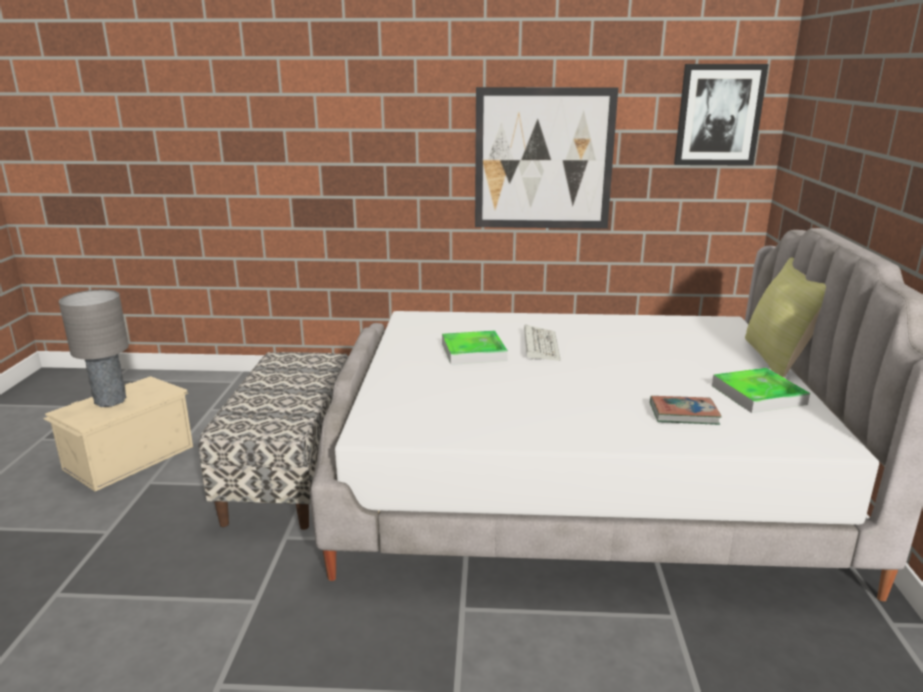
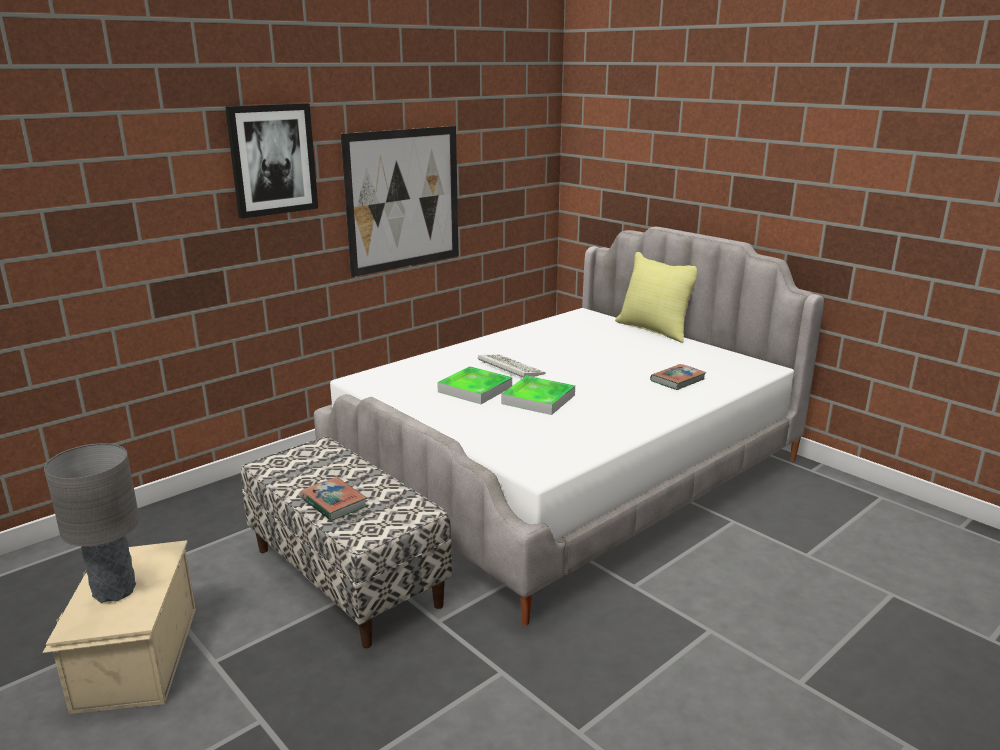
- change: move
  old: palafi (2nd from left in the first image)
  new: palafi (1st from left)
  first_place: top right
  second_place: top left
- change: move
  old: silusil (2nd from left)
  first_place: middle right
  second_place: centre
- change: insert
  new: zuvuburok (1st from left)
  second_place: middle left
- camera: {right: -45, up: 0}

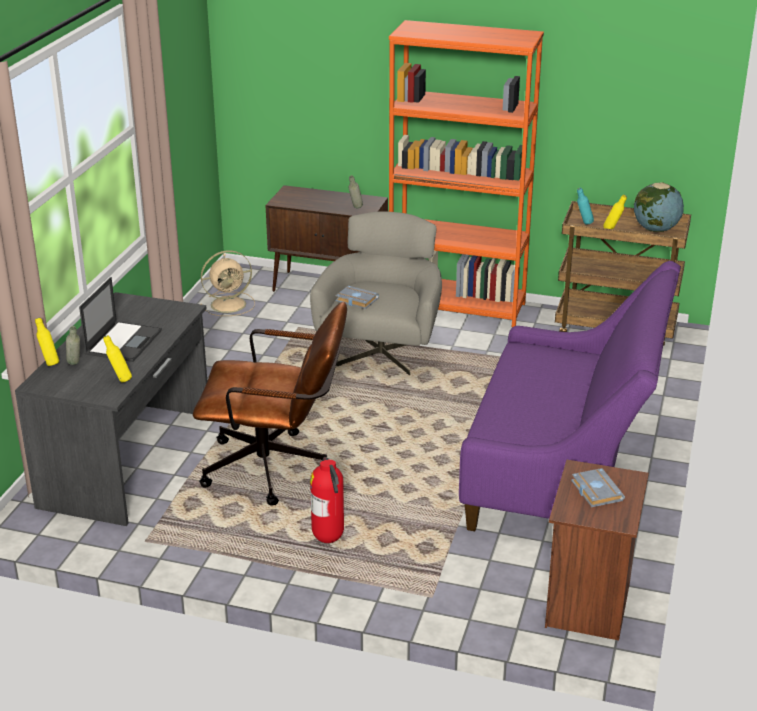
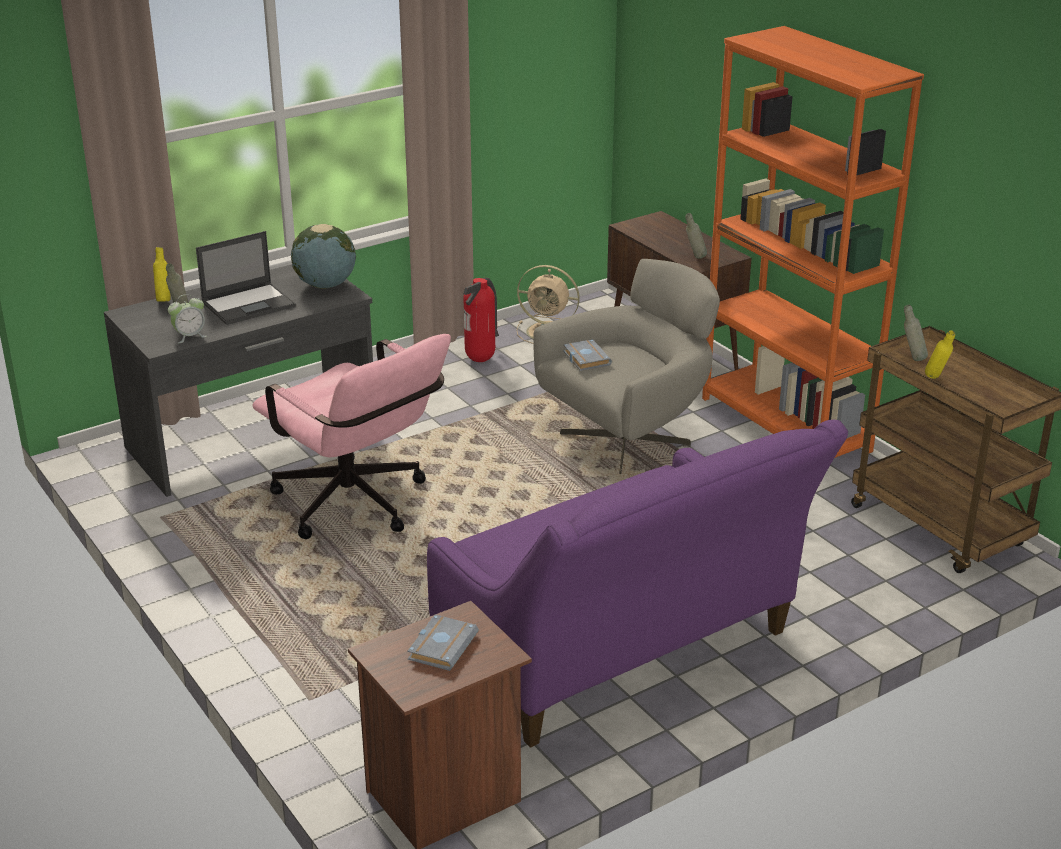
- change: move
  old: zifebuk
  first_place: top right
  second_place: top left
- change: recolor
  old: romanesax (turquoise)
  new: romanesax (grey) (3rd from left)
  first_place: top right
  second_place: middle right
- change: recolor
  old: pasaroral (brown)
  new: pasaroral (pink)
  first_place: centre
  second_place: middle left
- change: replace
  old: romanesax (yellow) (2nd from left)
  new: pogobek
  first_place: middle left
  second_place: middle left
- change: move
  old: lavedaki
  first_place: bottom centre
  second_place: centre
- camera: {right: 40, up: 0}

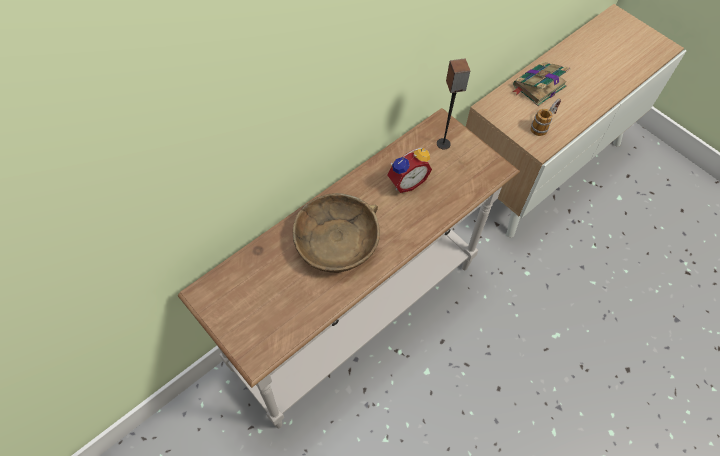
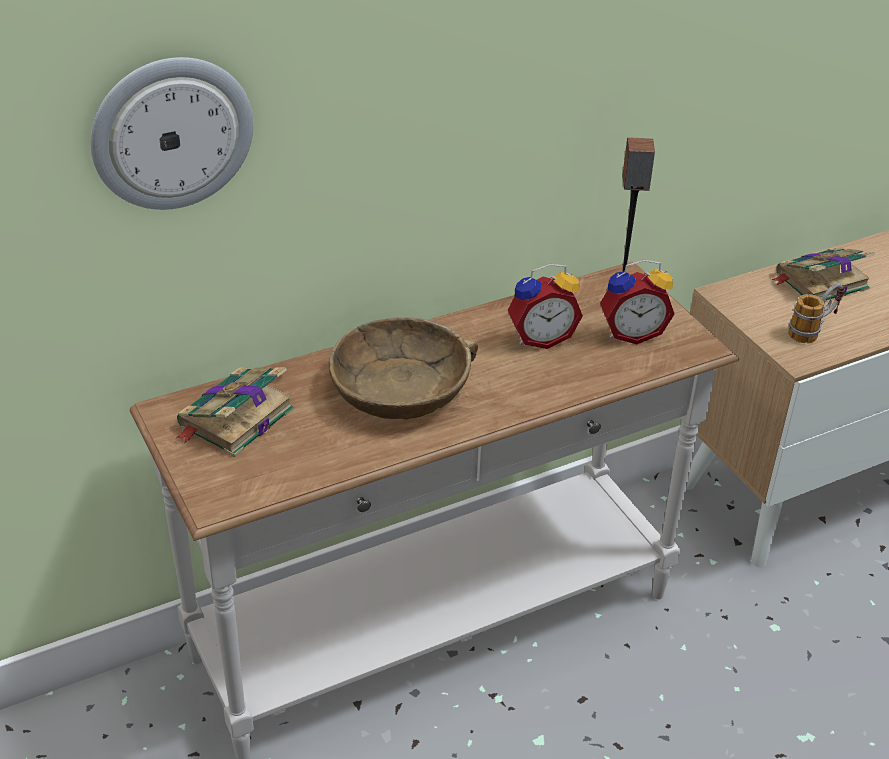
- change: insert
  new: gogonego
  second_place: top left
- change: insert
  new: pogobek (2nd from left)
  second_place: middle right
- change: insert
  new: zuvuburok (1st from left)
  second_place: middle left
- camera: {right: 15, up: -20}

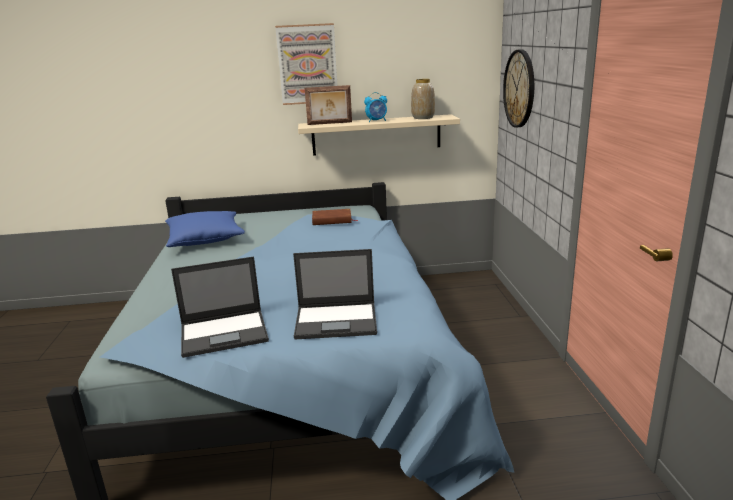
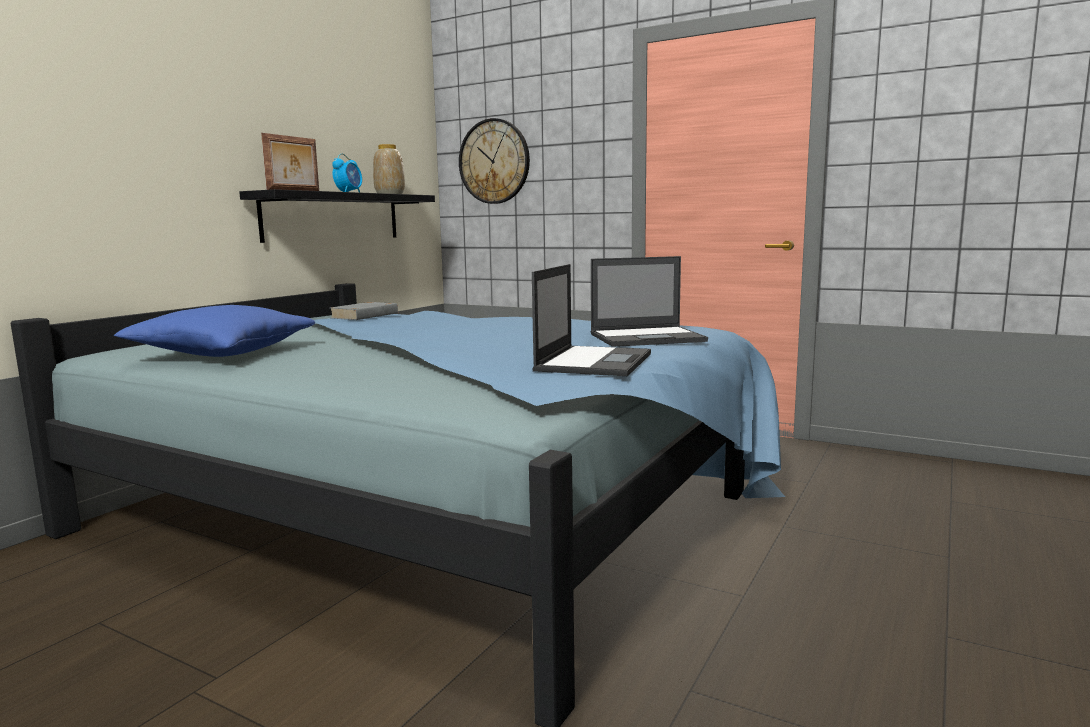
- change: delete
  old: palafi
  first_place: top centre
- change: recolor
  old: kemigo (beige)
  new: kemigo (black)
  first_place: top centre
  second_place: top left
- change: recolor
  old: zuvuburok (brown)
  new: zuvuburok (grey)
  first_place: centre
  second_place: centre
- change: rotate
  old: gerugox (2nd from left)
  first_place: centre
  second_place: centre
  degrees: 45
- camera: {right: -55, up: -10}

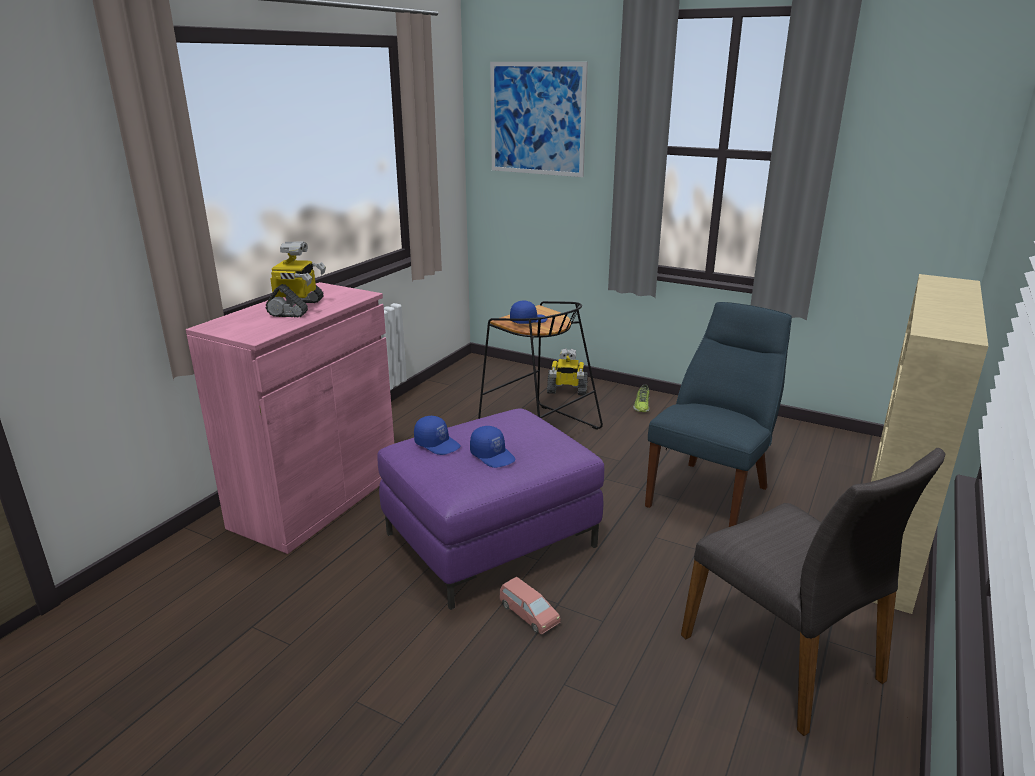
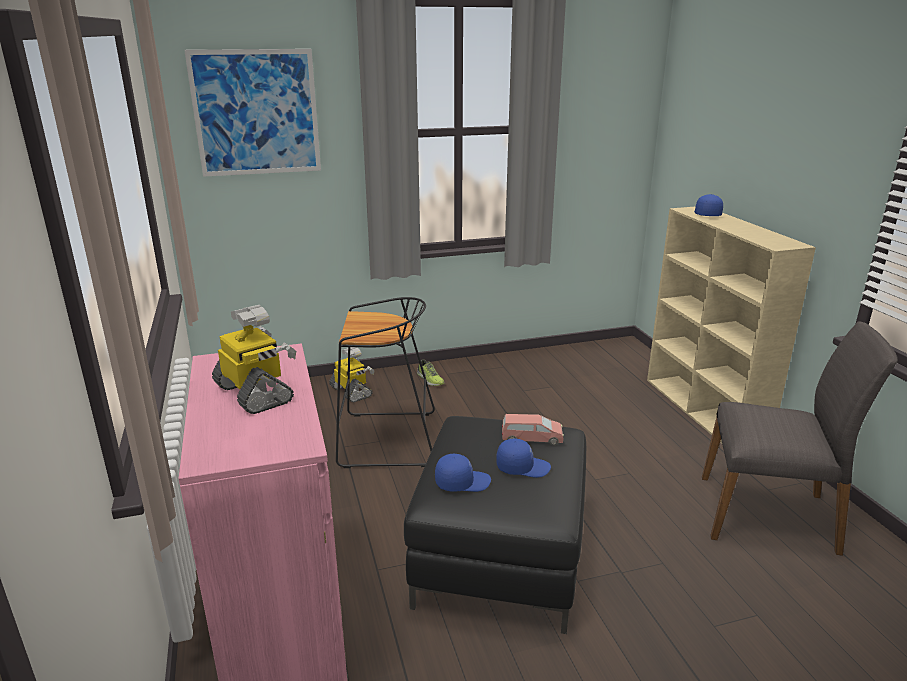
- change: move
  old: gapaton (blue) (3rd from left)
  first_place: centre
  second_place: top right
- change: delete
  old: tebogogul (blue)
  first_place: middle right
- change: rotate
  old: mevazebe (2nd from left)
  first_place: centre
  second_place: centre
  degrees: -90
- change: recolor
  old: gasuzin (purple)
  new: gasuzin (black)
  first_place: centre
  second_place: bottom centre
- change: move
  old: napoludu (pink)
  first_place: bottom centre
  second_place: centre
- camera: {right: -45, up: 0}

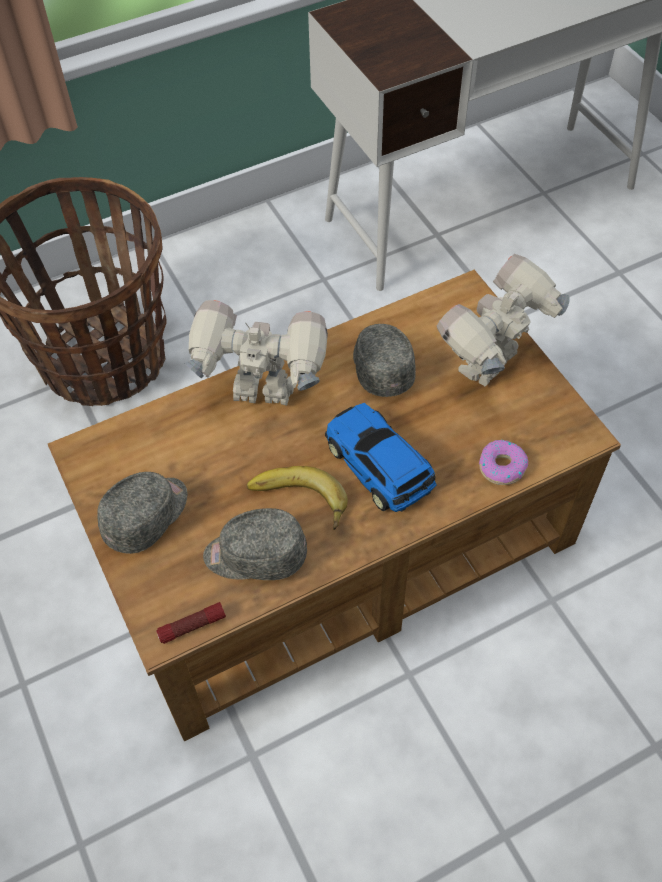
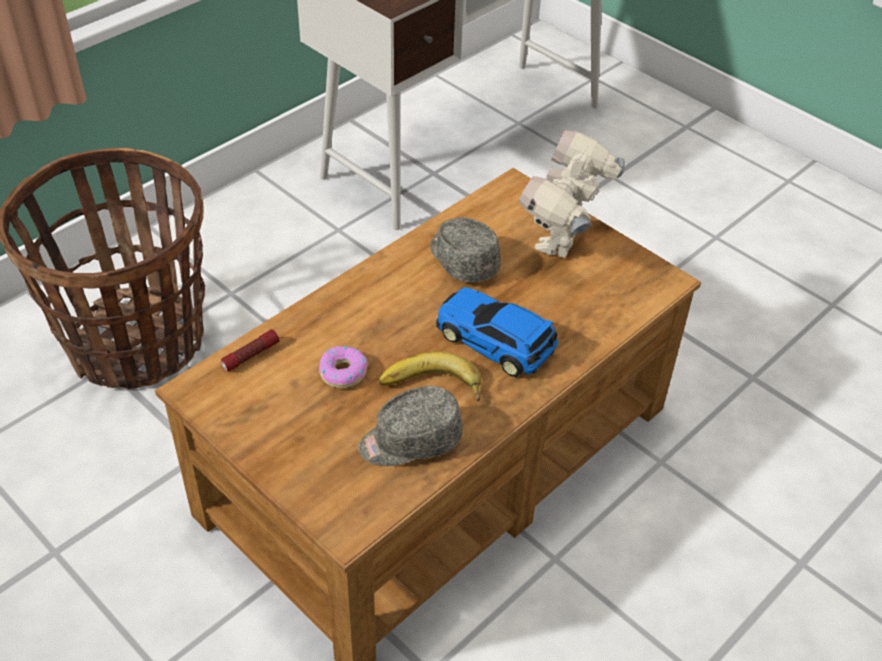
- change: delete
  old: mevazebe (1st from left)
  first_place: centre
- change: move
  old: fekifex
  first_place: middle right
  second_place: centre
- change: delete
  old: gapaton (grey) (1st from left)
  first_place: middle left
- change: move
  old: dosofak
  first_place: bottom left
  second_place: middle left
- camera: {right: -20, up: -10}

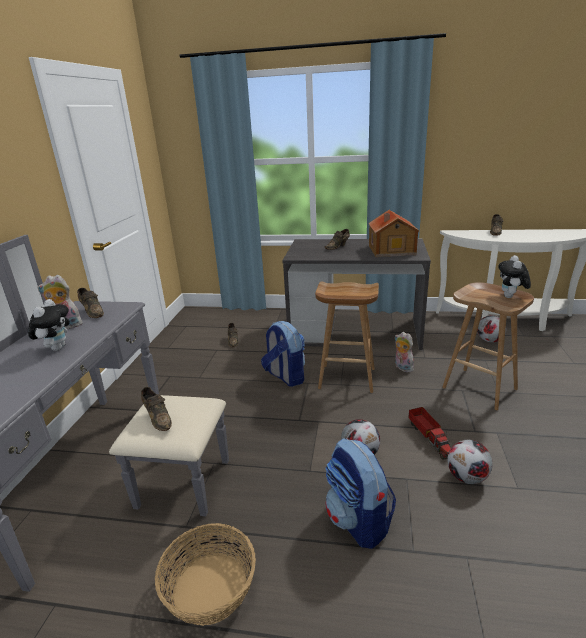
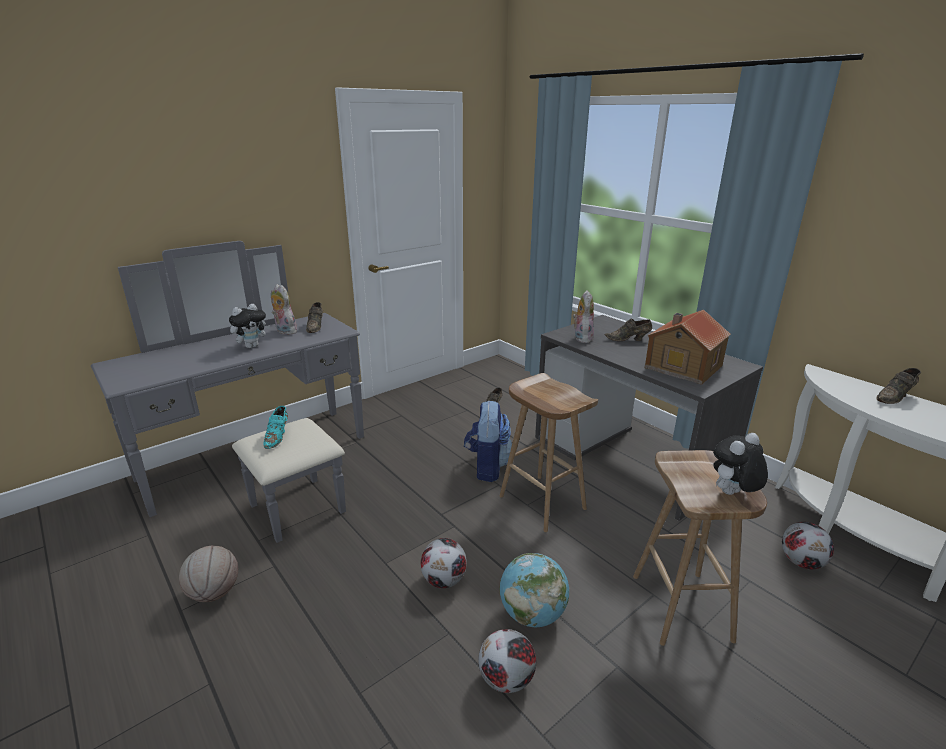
- change: move
  old: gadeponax (3rd from left)
  first_place: middle right
  second_place: centre
- change: recolor
  old: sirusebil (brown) (2nd from left)
  new: sirusebil (turquoise)
  first_place: middle left
  second_place: middle left
- change: replace
  old: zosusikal
  new: zifebuk
  first_place: bottom right
  second_place: bottom centre
- change: delete
  old: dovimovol (2nd from left)
  first_place: bottom centre
- change: replace
  old: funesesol
  new: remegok
  first_place: bottom centre
  second_place: bottom left
- camera: {right: 40, up: 0}

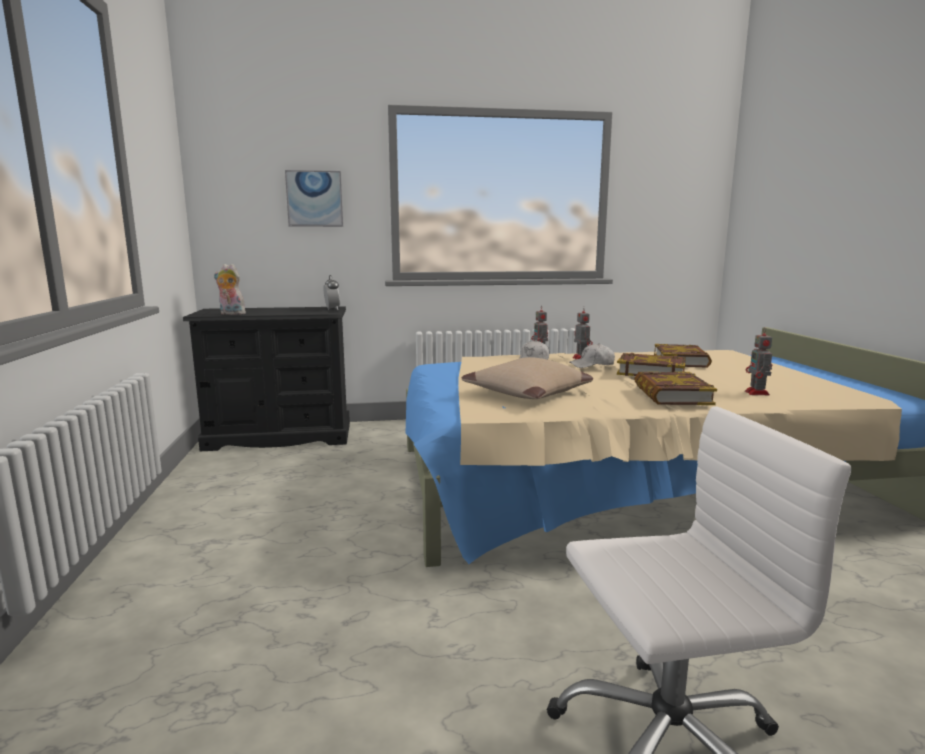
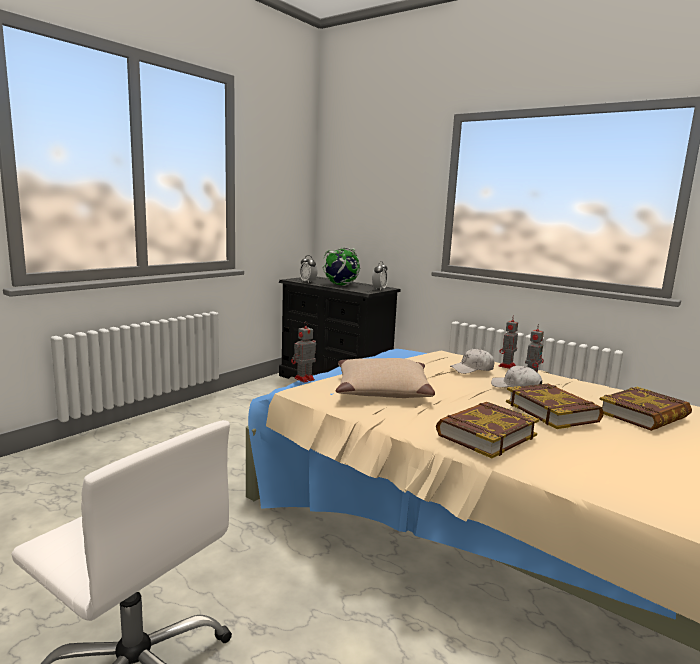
- change: delete
  old: palafi
  first_place: top centre
- change: replace
  old: gadeponax
  new: pogobek (1st from left)
  first_place: middle left
  second_place: centre
- change: move
  old: mevazebe (3rd from left in the first image)
  new: mevazebe (1st from left)
  first_place: middle right
  second_place: centre
- change: insert
  new: zifebuk
  second_place: centre
- camera: {right: 45, up: 0}

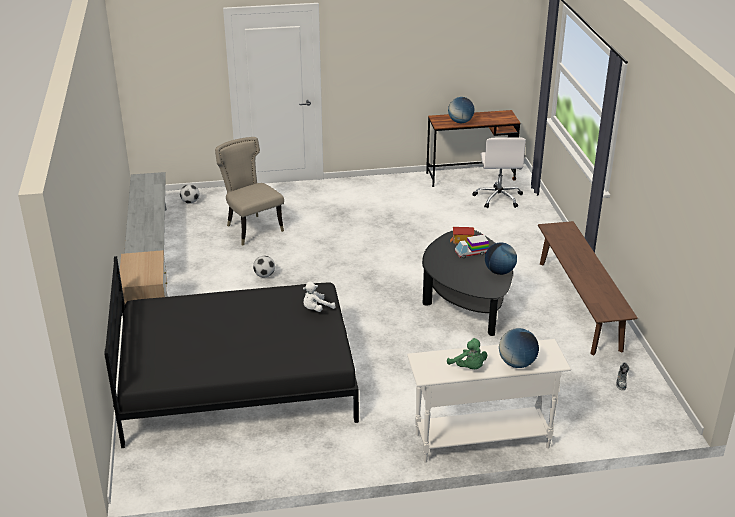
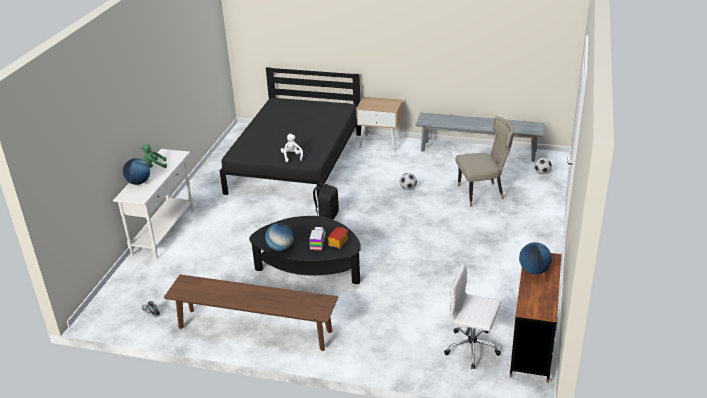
- change: insert
  new: dovimovol (black)
  second_place: centre
- camera: {right: 115, up: 0}

